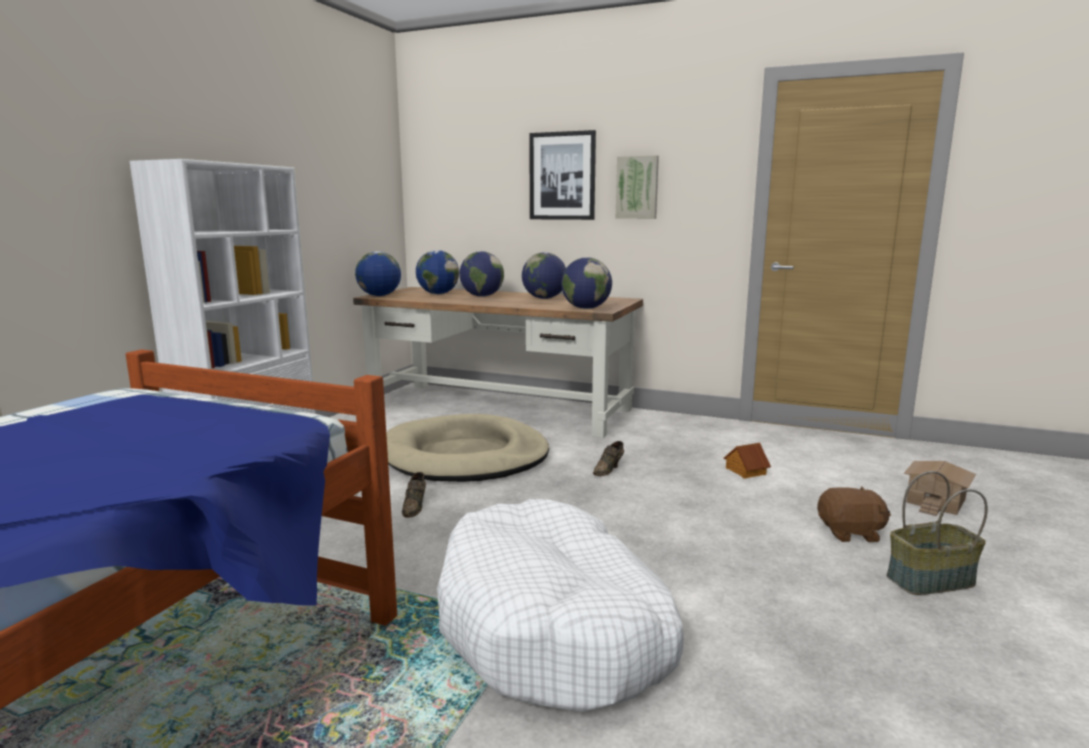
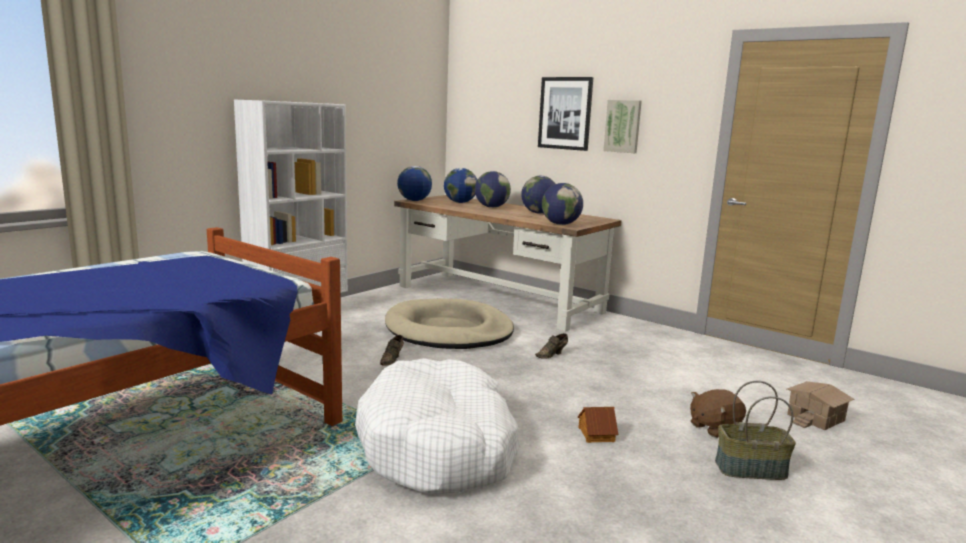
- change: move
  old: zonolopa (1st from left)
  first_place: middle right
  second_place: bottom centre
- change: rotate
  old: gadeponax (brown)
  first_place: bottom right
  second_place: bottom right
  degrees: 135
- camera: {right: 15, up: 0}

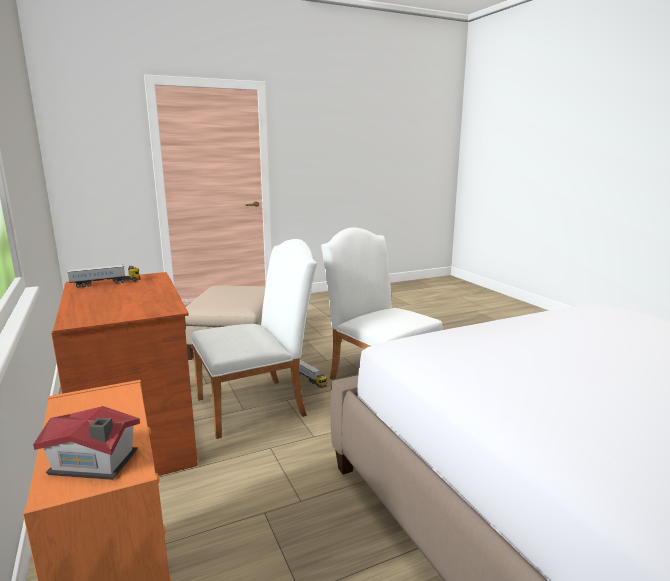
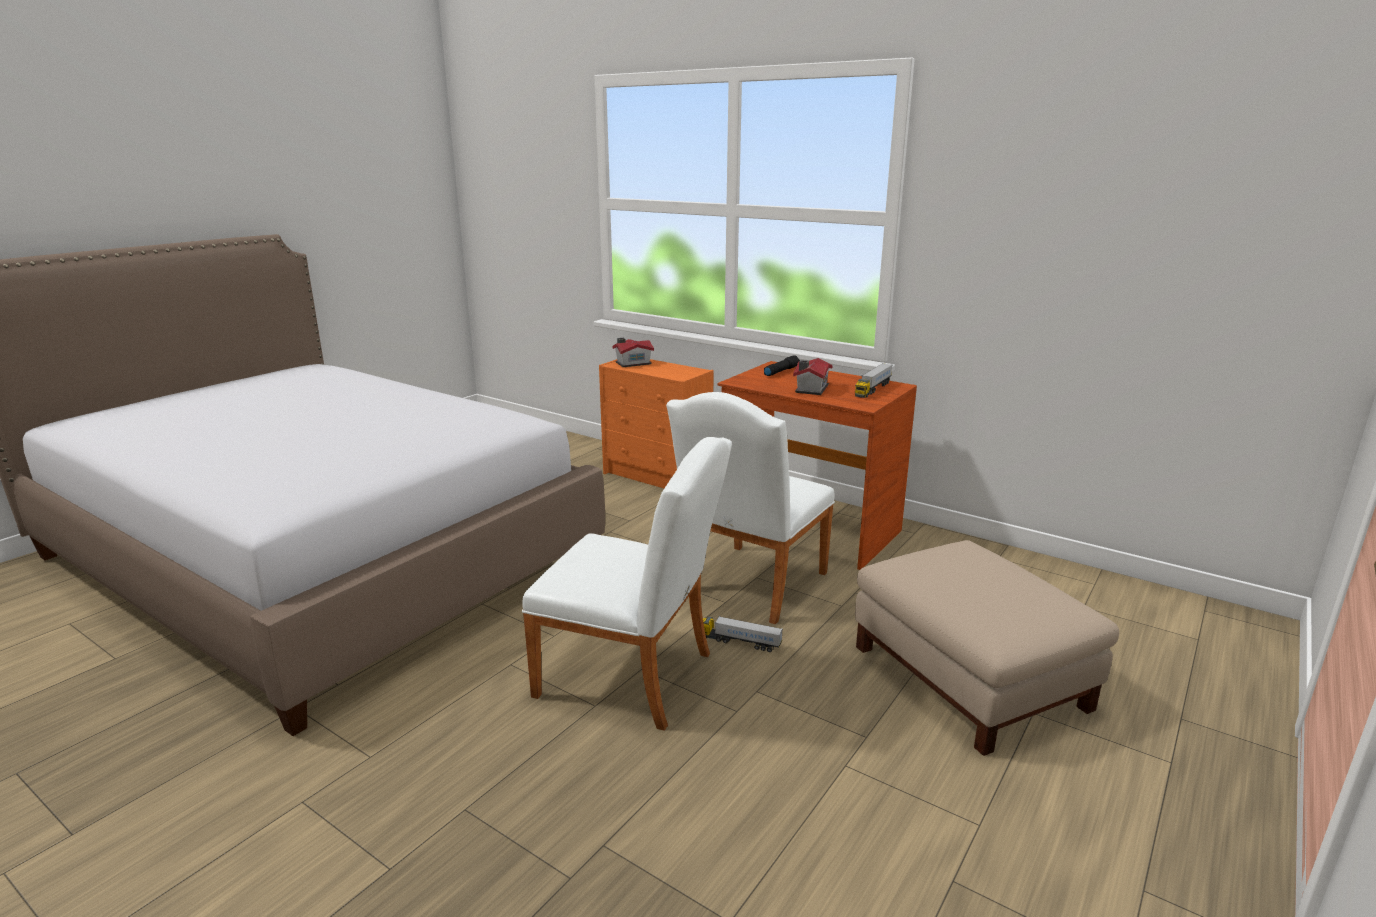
- change: insert
  new: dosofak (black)
  second_place: centre
- change: insert
  new: zonolopa (2nd from left)
  second_place: centre
- camera: {right: 150, up: 5}

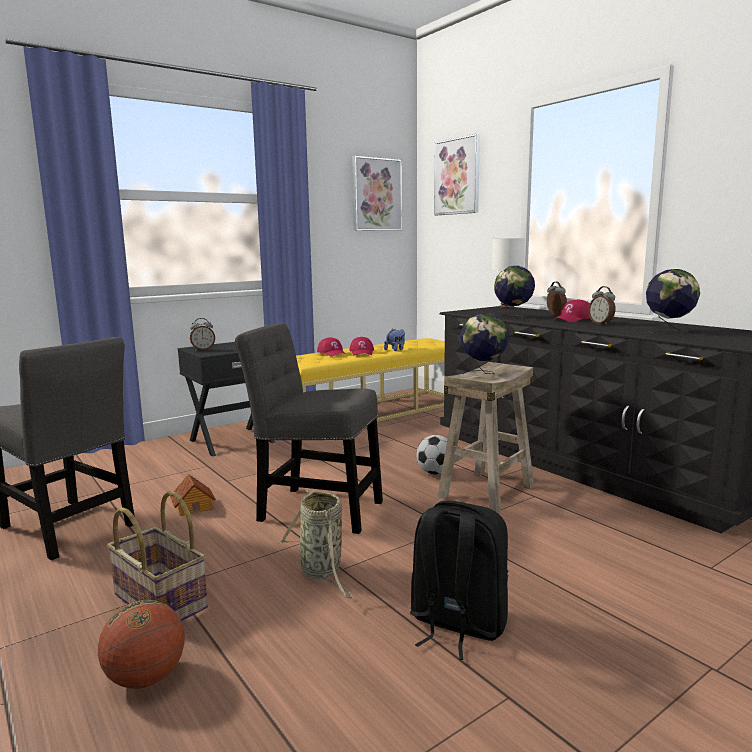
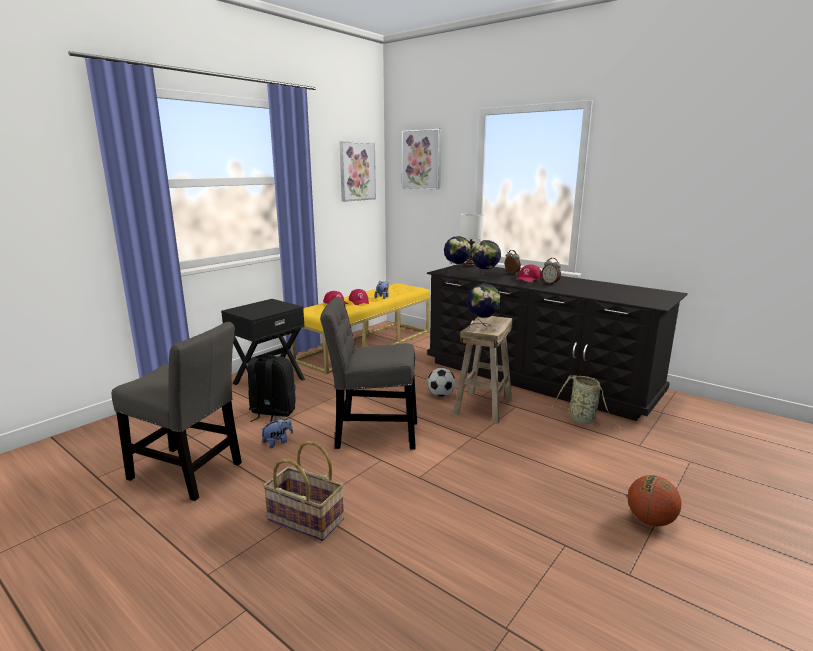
- change: move
  old: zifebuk (3rd from left in the first image)
  new: zifebuk (1st from left)
  first_place: middle right
  second_place: centre
- change: delete
  old: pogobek (1st from left)
  first_place: middle left
- change: replace
  old: zonolopa
  new: gadeponax (1st from left)
  first_place: middle left
  second_place: centre
- change: move
  old: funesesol (2nd from left)
  first_place: bottom centre
  second_place: middle right
- change: move
  old: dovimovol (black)
  first_place: bottom centre
  second_place: centre
- change: move
  old: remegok
  first_place: bottom left
  second_place: bottom right
- camera: {right: -15, up: 5}

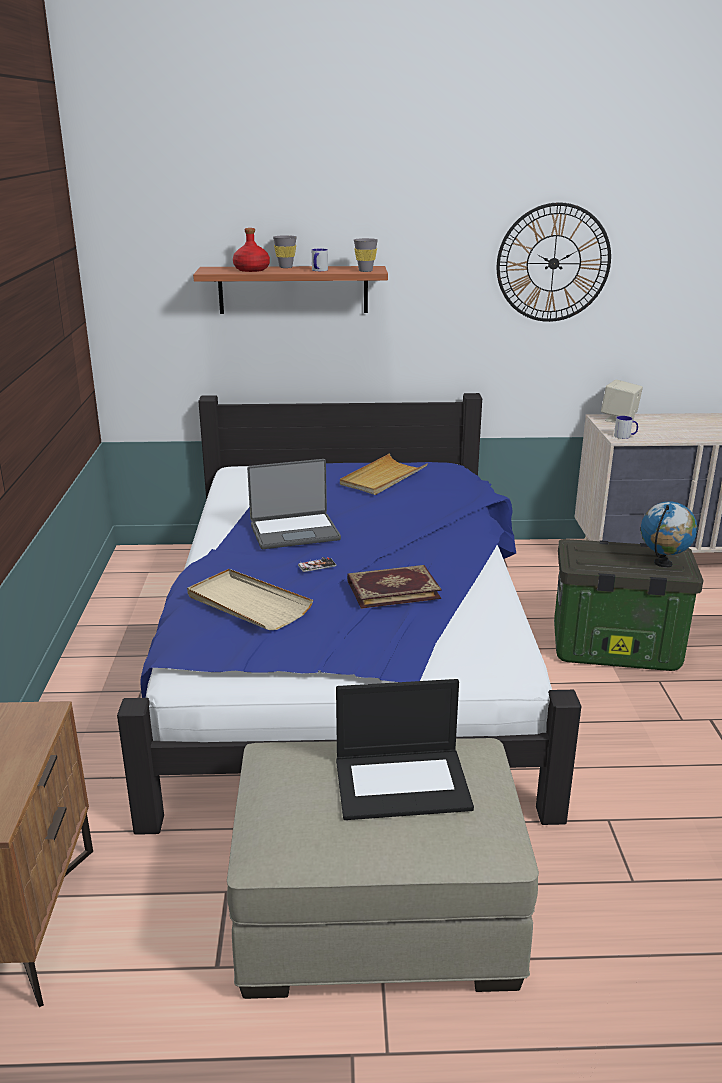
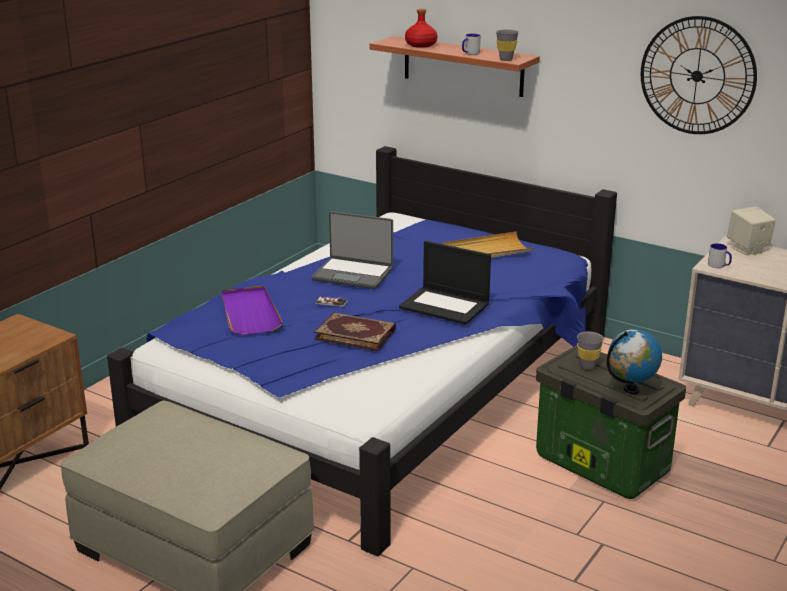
- change: move
  old: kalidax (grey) (1st from left in the first image)
  new: kalidax (grey) (2nd from left)
  first_place: top centre
  second_place: middle right
- change: recolor
  old: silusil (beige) (1st from left)
  new: silusil (purple)
  first_place: centre
  second_place: middle left
- change: move
  old: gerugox (2nd from left)
  first_place: bottom centre
  second_place: centre
- camera: {right: 35, up: 0}

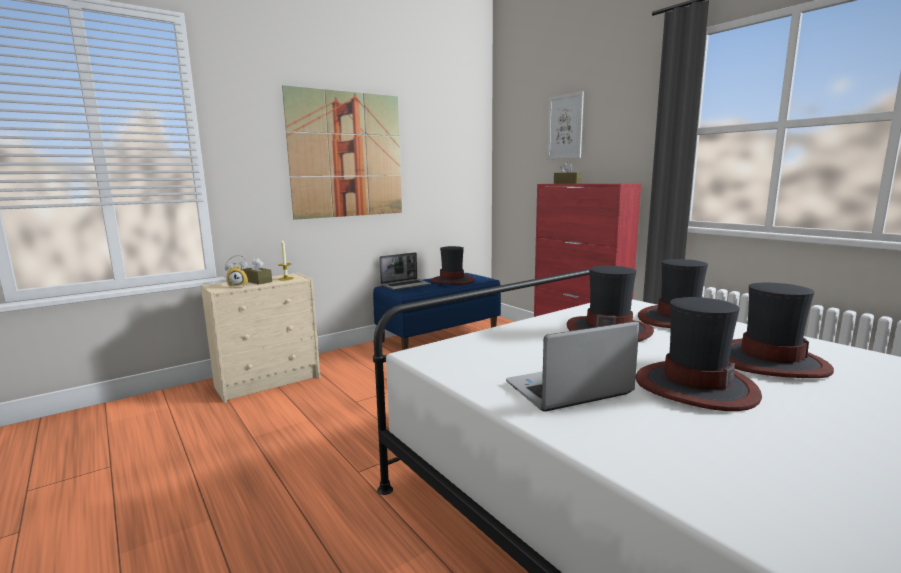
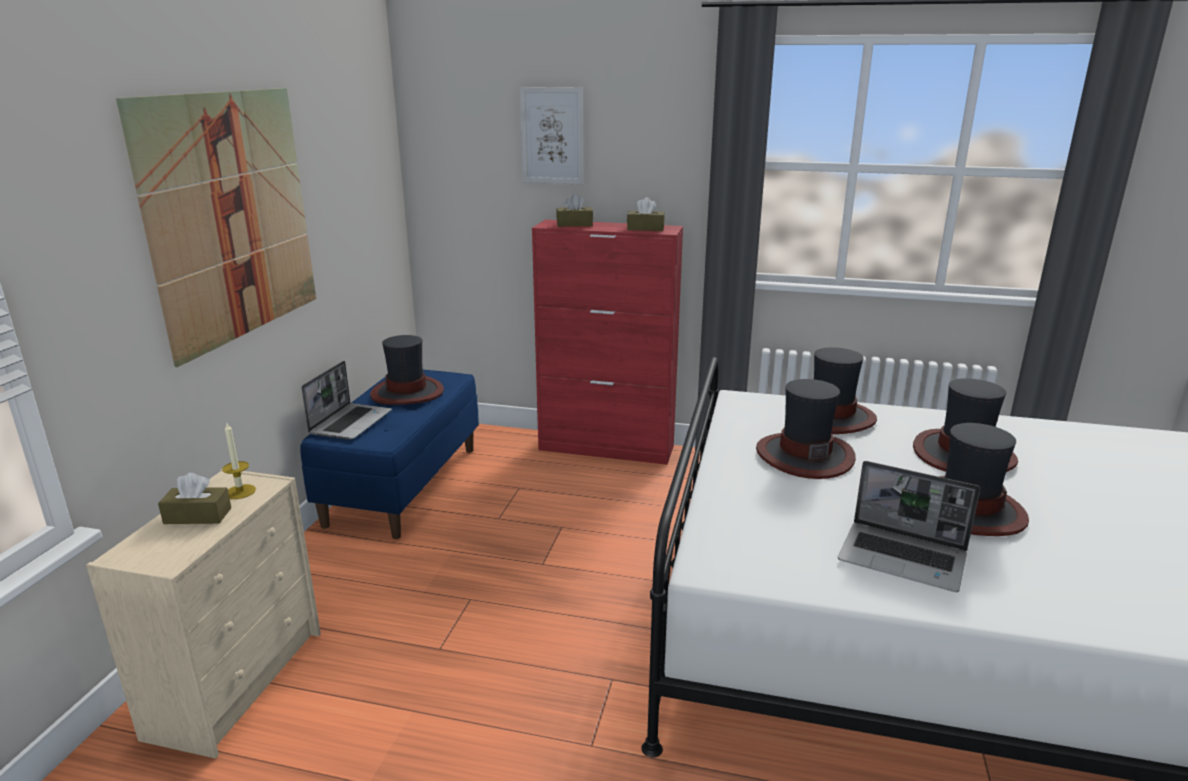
- change: delete
  old: pogobek
  first_place: middle left
- change: rotate
  old: gerugox (2nd from left)
  first_place: centre
  second_place: bottom right
  degrees: -90
- change: insert
  new: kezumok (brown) (3rd from left)
  second_place: top centre
- camera: {right: -40, up: 10}

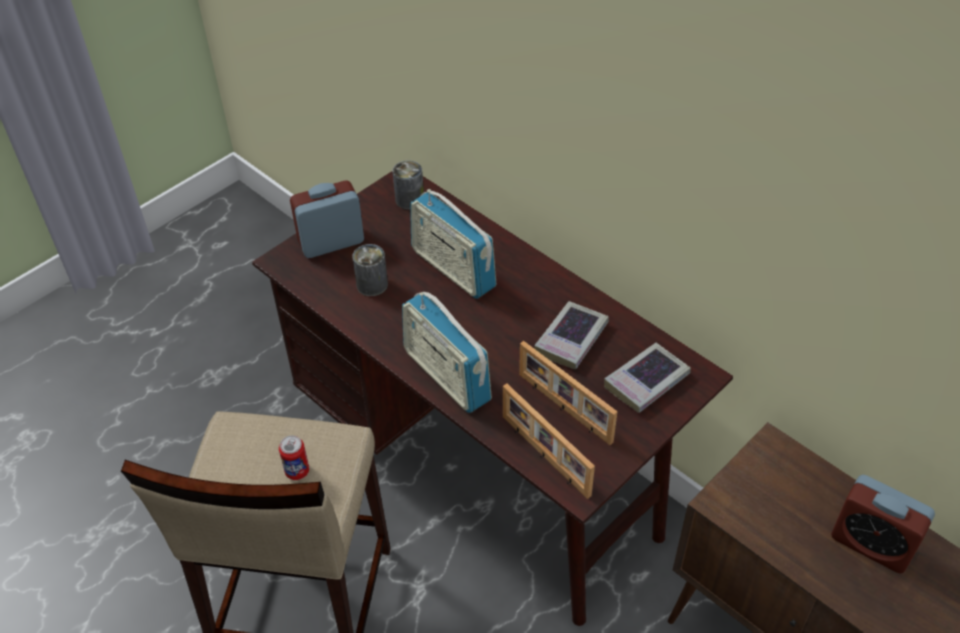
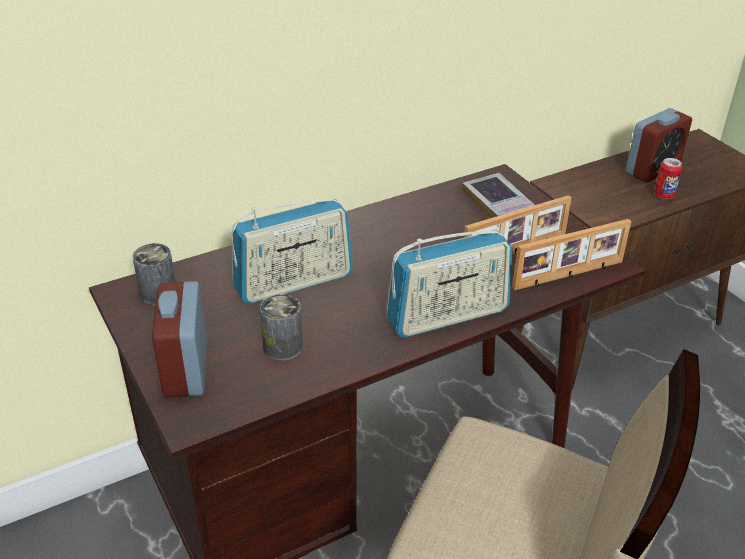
- change: delete
  old: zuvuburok (1st from left)
  first_place: centre
- change: move
  old: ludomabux (1st from left in the first image)
  new: ludomabux (3rd from left)
  first_place: bottom left
  second_place: top right
- camera: {right: -75, up: -10}

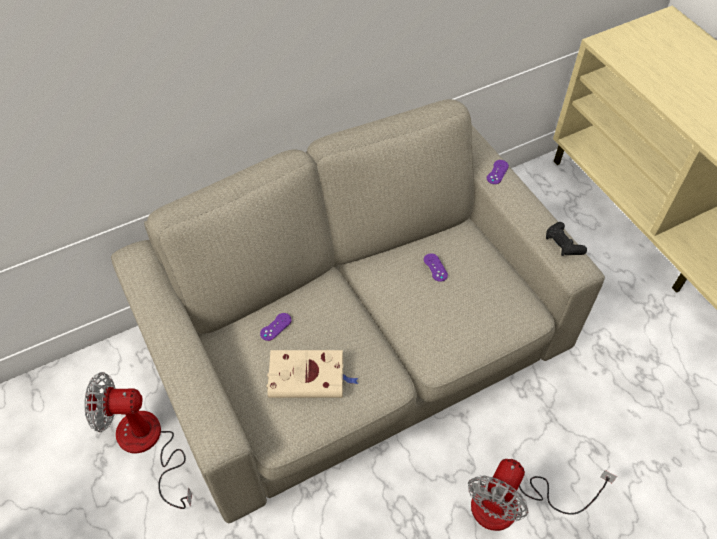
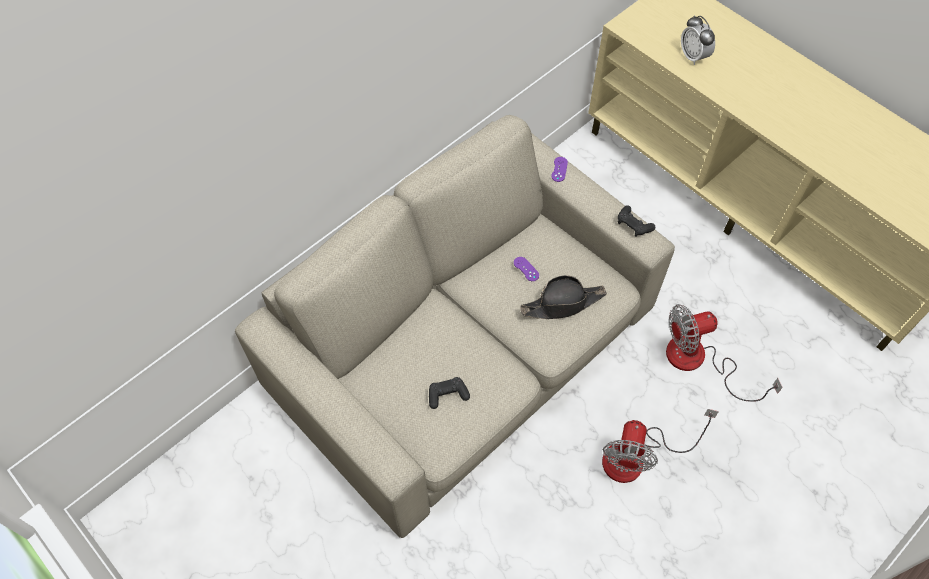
- change: delete
  old: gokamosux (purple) (1st from left)
  first_place: centre
- change: replace
  old: zuvuburok (beige)
  new: gokamosux (black) (1st from left)
  first_place: bottom centre
  second_place: bottom centre
- change: move
  old: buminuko (1st from left in the first image)
  new: buminuko (2nd from left)
  first_place: bottom left
  second_place: middle right
- change: insert
  new: pogobek
  second_place: top right
- change: insert
  new: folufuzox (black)
  second_place: centre
- camera: {right: -15, up: 5}

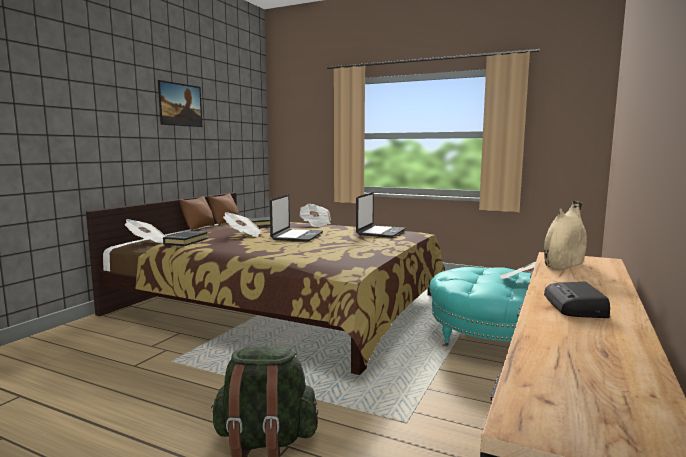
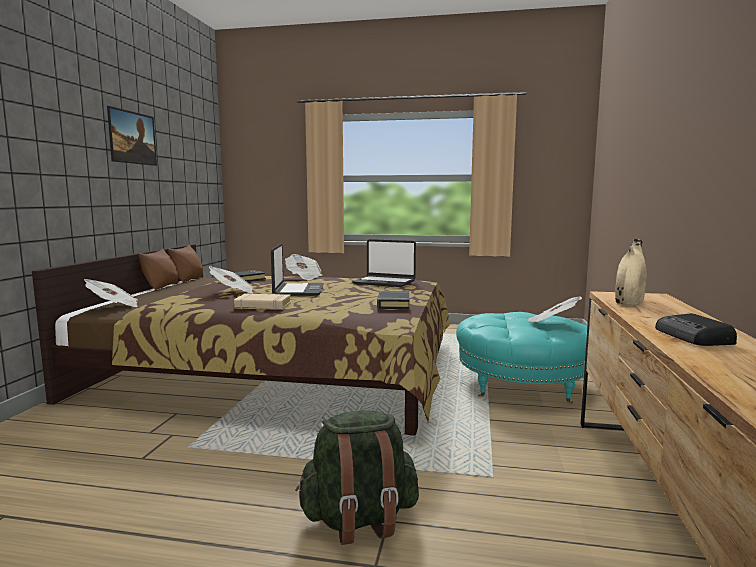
- change: rotate
  old: gerugox (2nd from left)
  first_place: centre
  second_place: centre
  degrees: 105
- change: move
  old: zuvuburok (black) (1st from left in the first image)
  new: zuvuburok (black) (2nd from left)
  first_place: middle left
  second_place: centre
- change: insert
  new: zuvuburok (beige)
  second_place: centre
- camera: {right: -15, up: 0}

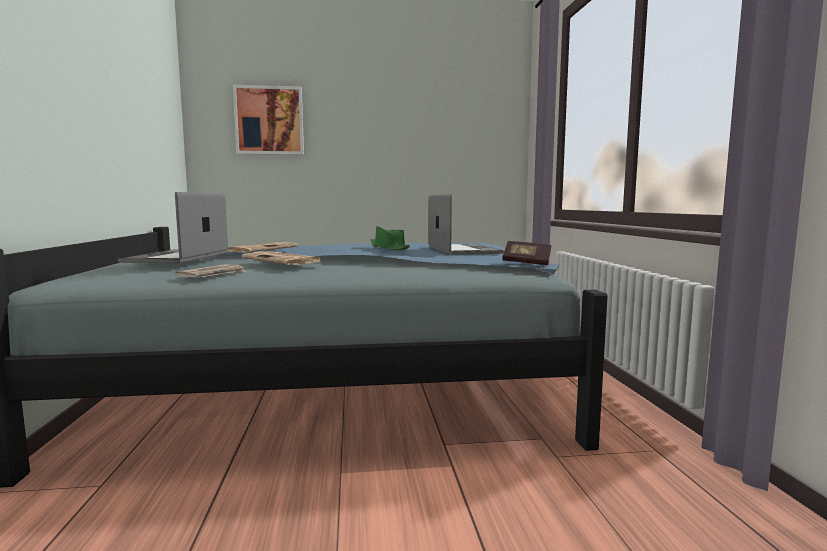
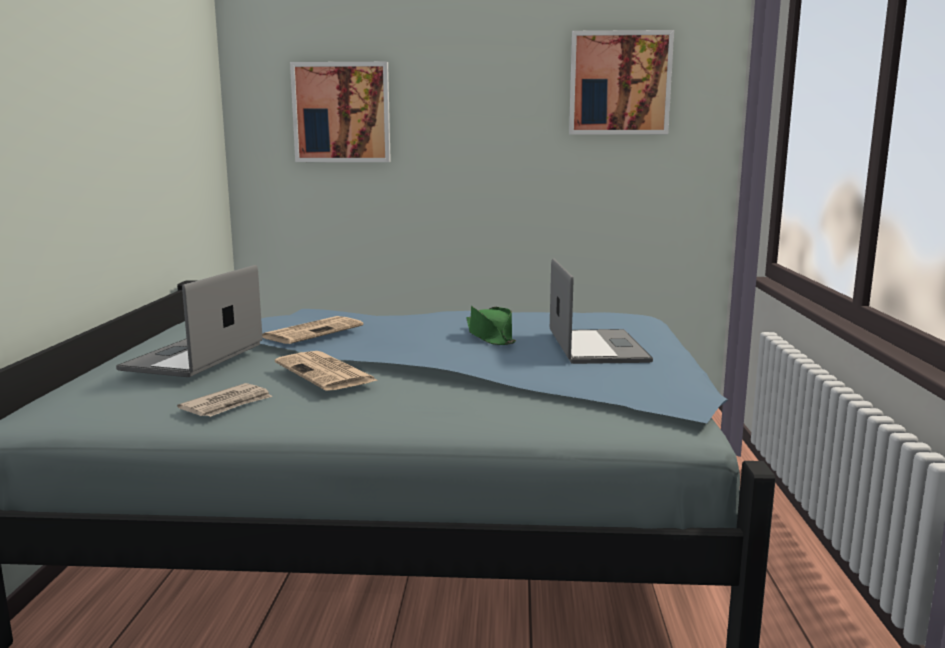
- change: delete
  old: zuvuburok
  first_place: centre
- change: insert
  new: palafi (2nd from left)
  second_place: top centre
- camera: {right: 10, up: 5}

